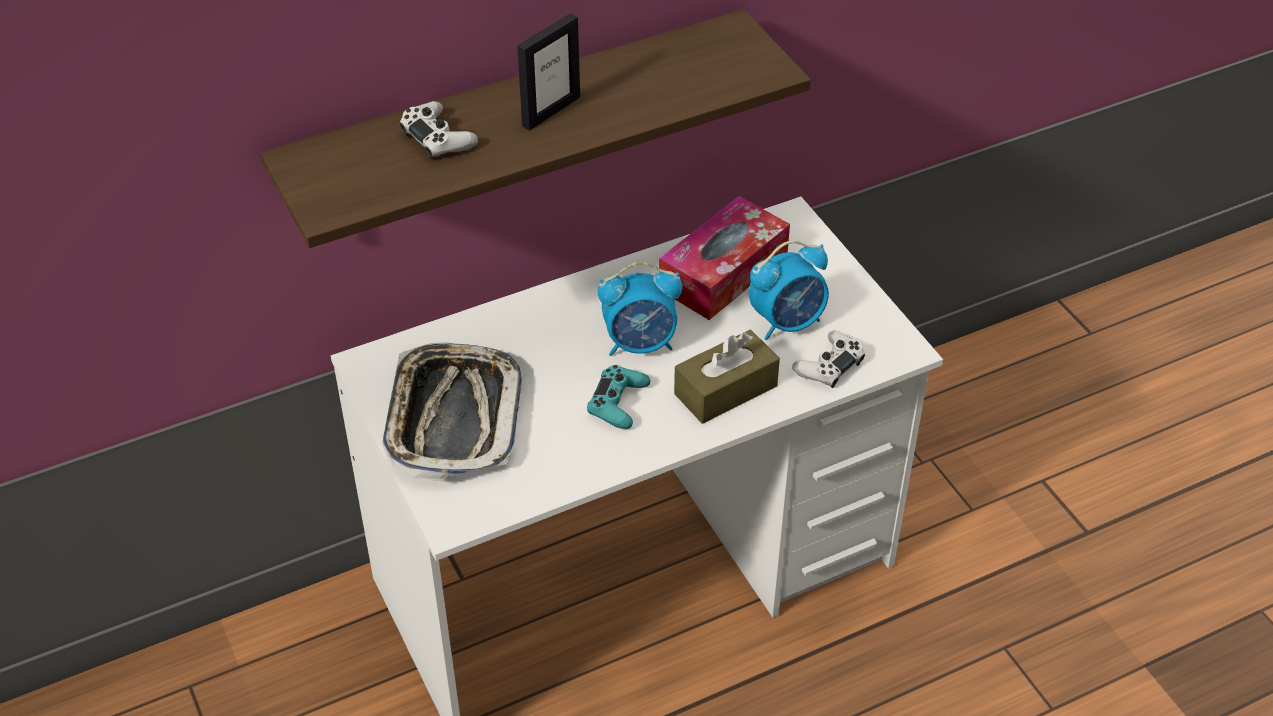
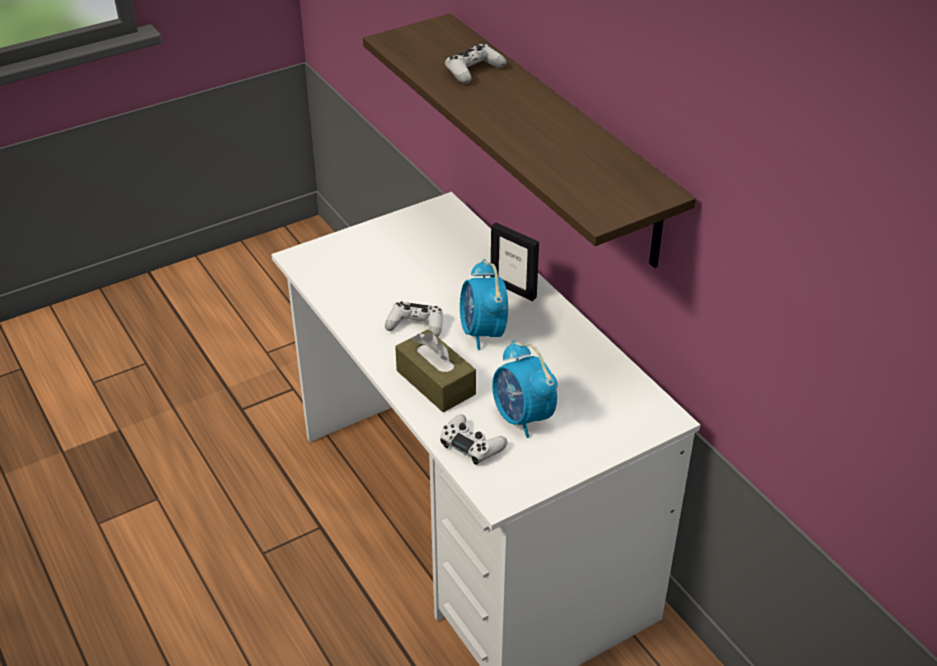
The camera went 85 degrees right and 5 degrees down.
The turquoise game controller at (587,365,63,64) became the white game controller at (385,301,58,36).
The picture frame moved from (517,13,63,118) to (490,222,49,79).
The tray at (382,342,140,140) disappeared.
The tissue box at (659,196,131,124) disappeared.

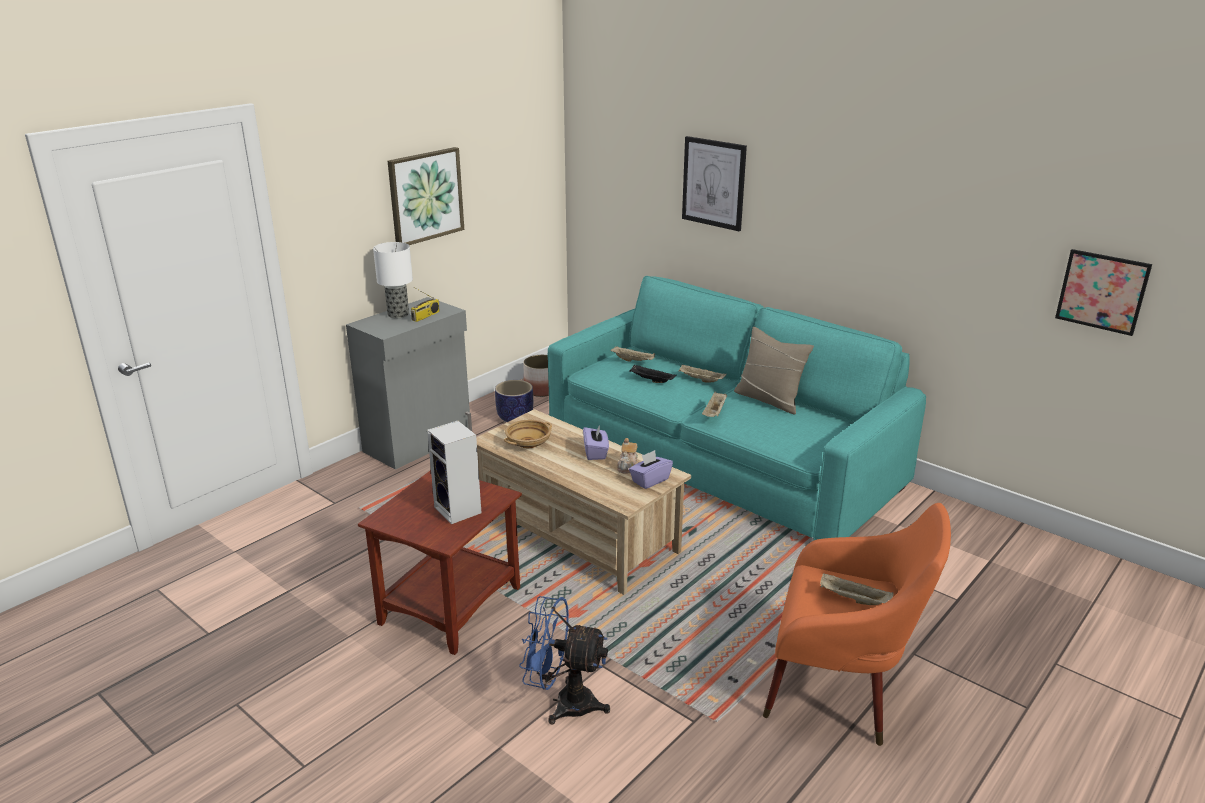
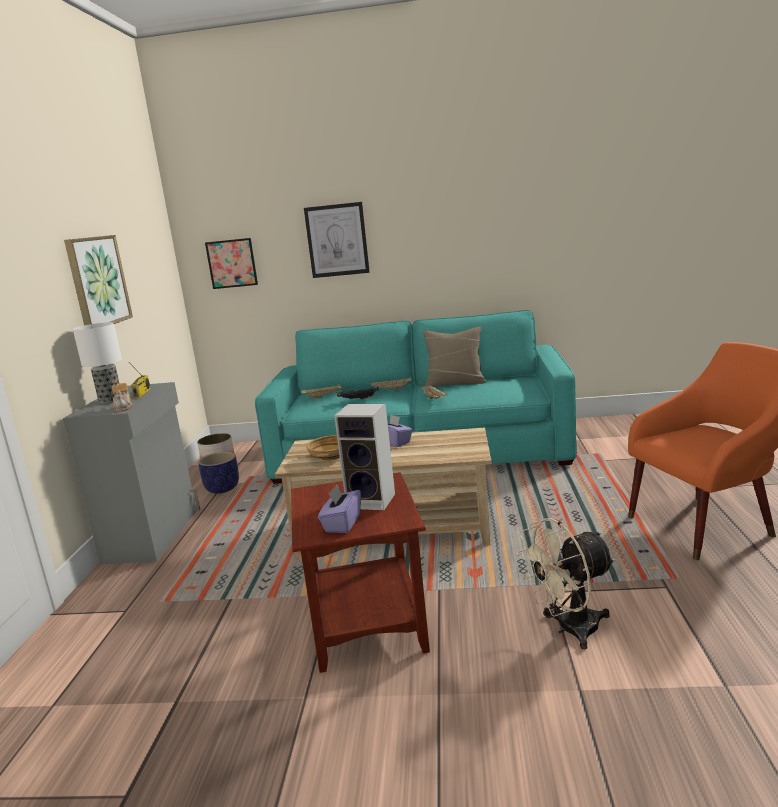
The camera went 35 degrees left and 10 degrees down.
The teapot moved from (617,438,21,36) to (112,380,22,32).
The picture moved from (1055,249,97,87) to (205,238,53,51).
The purple tissue box moved from (629,450,44,39) to (318,485,43,48).
The blue fan at (519,596,91,128) became the beige fan at (516,518,99,131).
The beige tray at (820,573,74,32) disappeared.

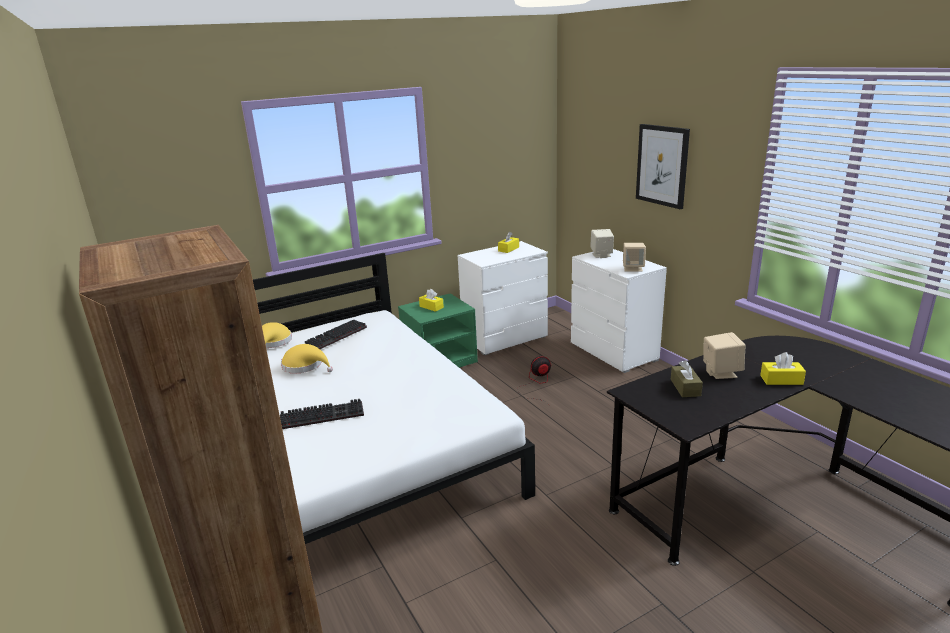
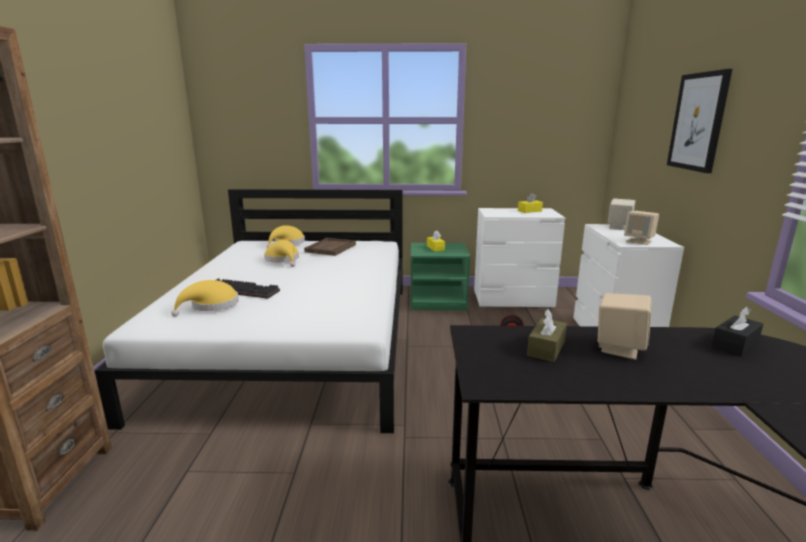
The camera went 30 degrees right and 5 degrees down.
The yellow hat at (171,280,68,37) appeared.
The keyboard at (305,320,62,29) was replaced by the brown tray at (304,238,52,18).
The black tissue box at (712,307,51,49) appeared.
The yellow tissue box at (760,352,46,33) disappeared.

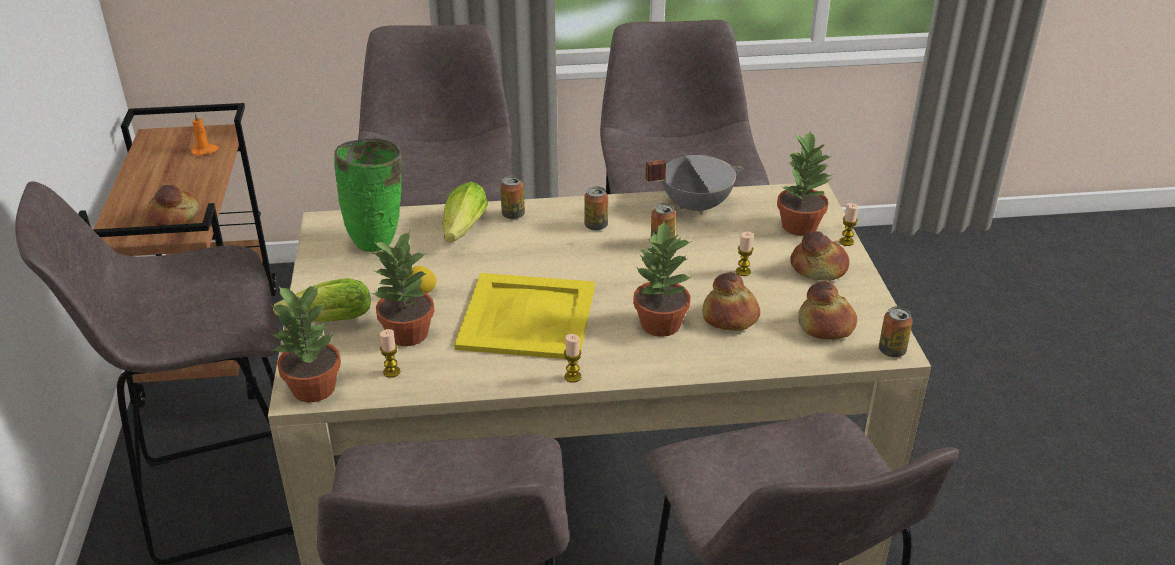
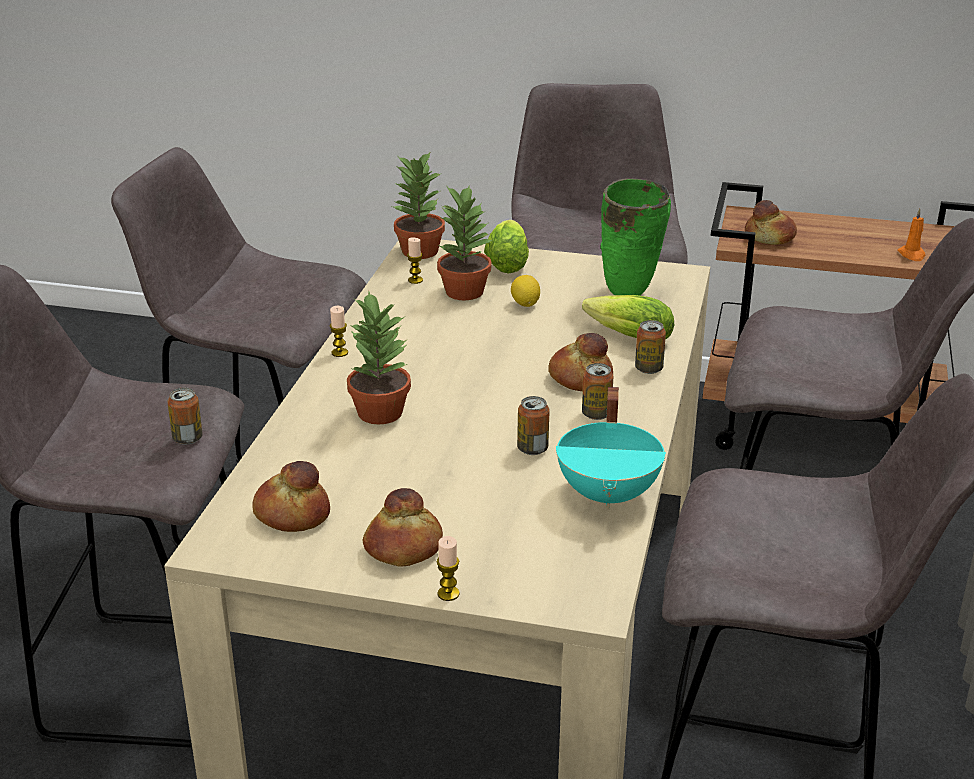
The camera went 110 degrees right and 5 degrees down.
The can moved from (879,306,34,51) to (167,388,36,57).
The bread moved from (702,272,58,59) to (548,333,65,58).
The grey cooking pot at (645,155,98,60) became the turquoise cooking pot at (556,387,110,122).
The yellow tray at (454,273,141,86) disappeared.
The candle at (736,232,17,44) disappeared.
The potted plant at (777,130,55,106) disappeared.

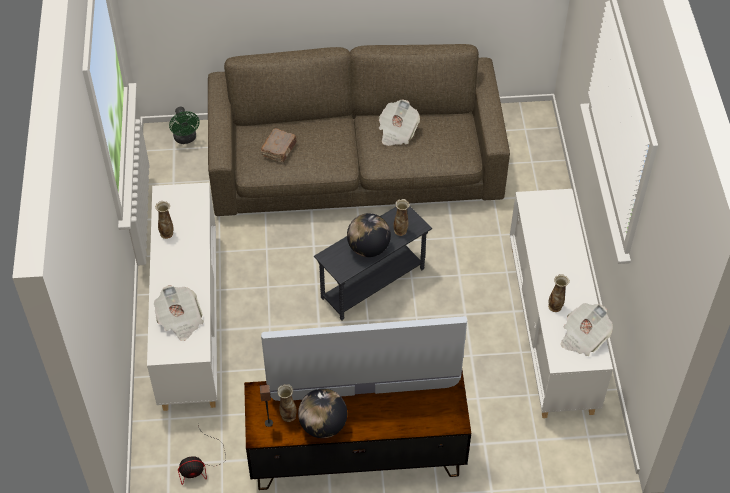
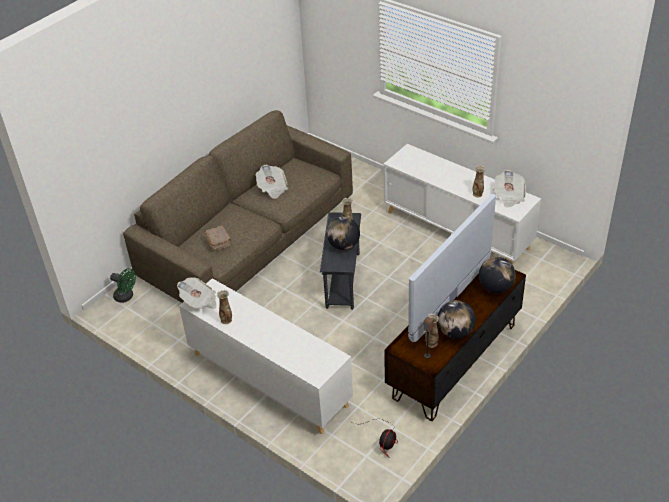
The camera went 45 degrees left and 10 degrees down.
The newspaper moved from (154,285,50,56) to (177,277,39,32).
The globe at (479,257,37,36) appeared.

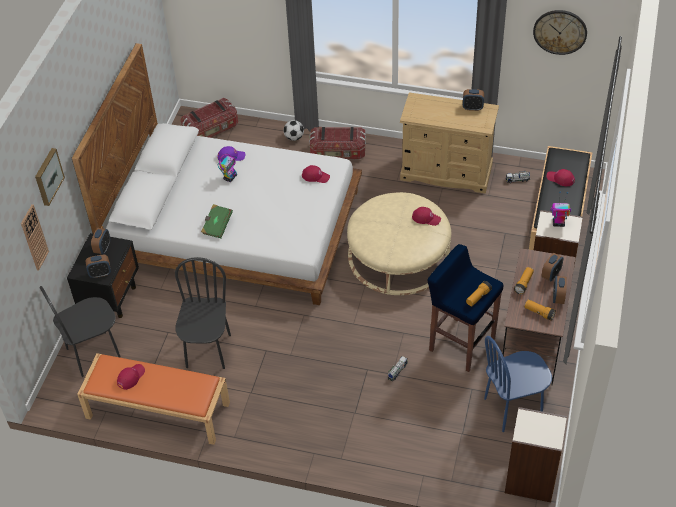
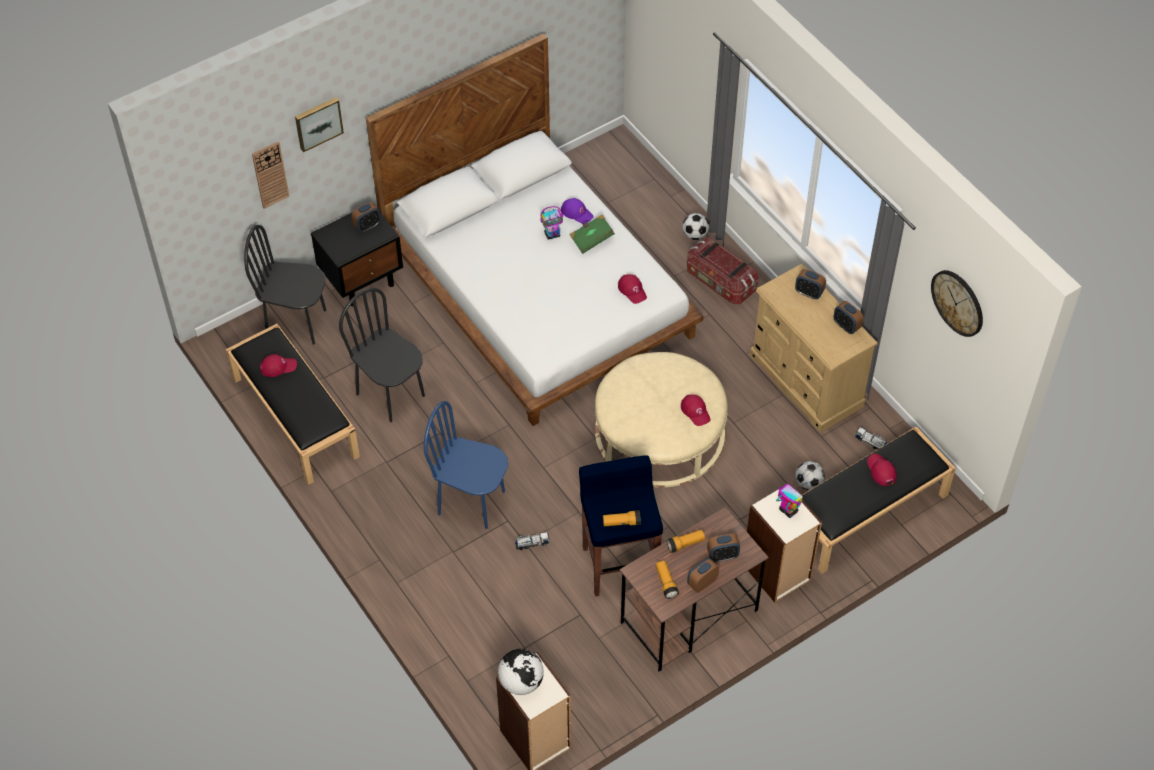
The camera went 40 degrees right and 5 degrees up.
The orange bench at (77,353,153,92) became the black bench at (226,324,134,161).
The black chair at (175,257,56,112) turned 90 degrees counterclockwise.
The blue chair moved from (484,336,68,96) to (424,401,84,128).
The globe at (498,649,46,46) appeared.
The green book moved from (201,204,32,35) to (570,215,45,39).
The alarm clock moved from (86,255,25,23) to (795,269,31,30).
The football at (795,461,30,29) appeared.
The storage box at (180,98,58,40) disappeared.

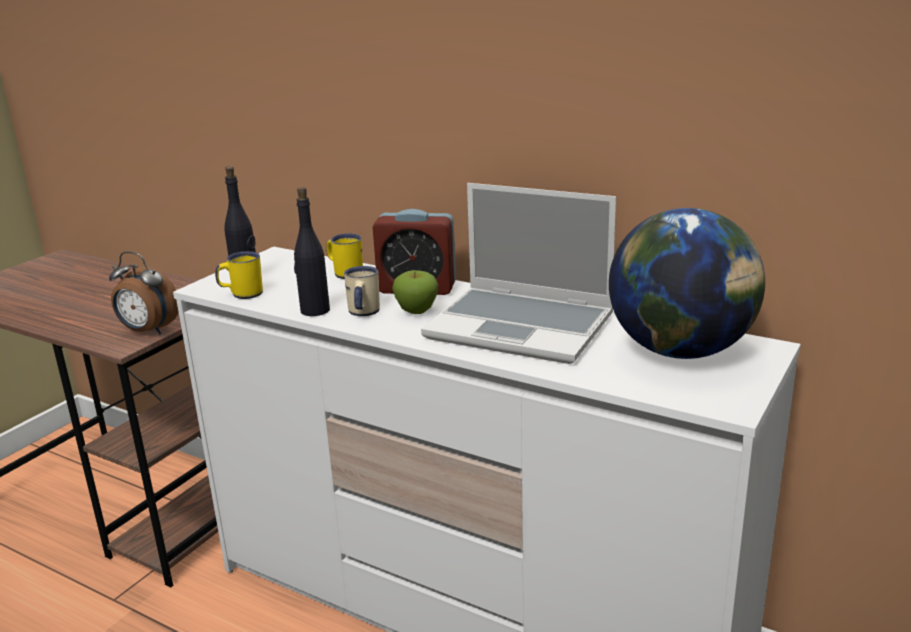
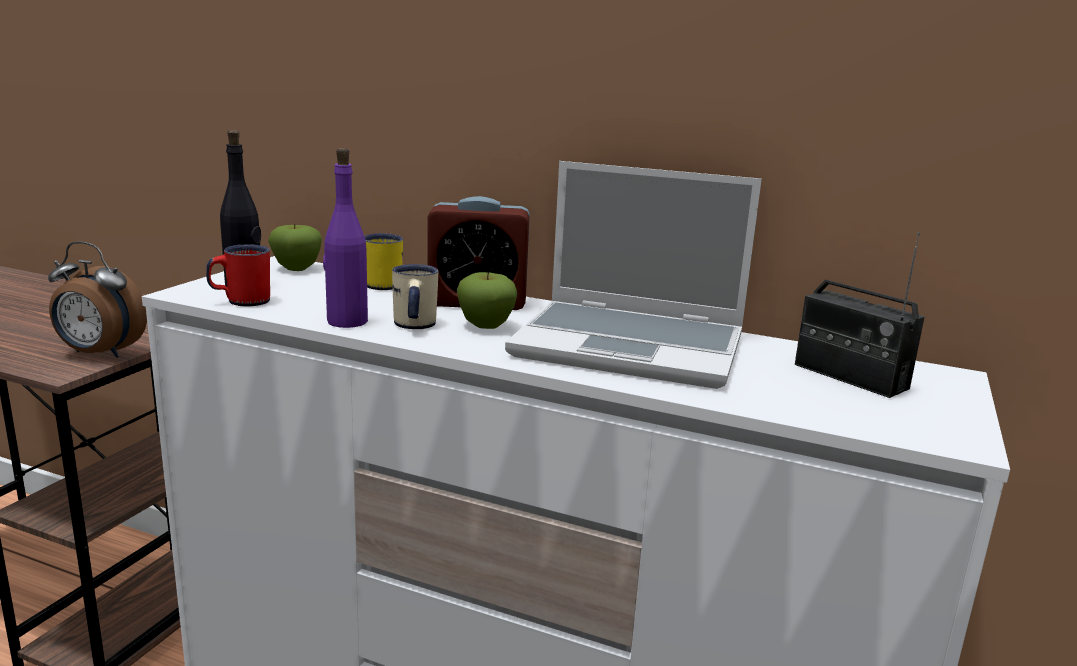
The camera went 10 degrees left and 5 degrees down.
The yellow mug at (215,251,48,48) became the red mug at (206,244,64,63).
The apple at (268,224,54,47) appeared.
The black bottle at (294,187,36,129) became the purple bottle at (323,148,45,180).
The globe at (609,208,156,151) was replaced by the radio at (795,232,129,166).

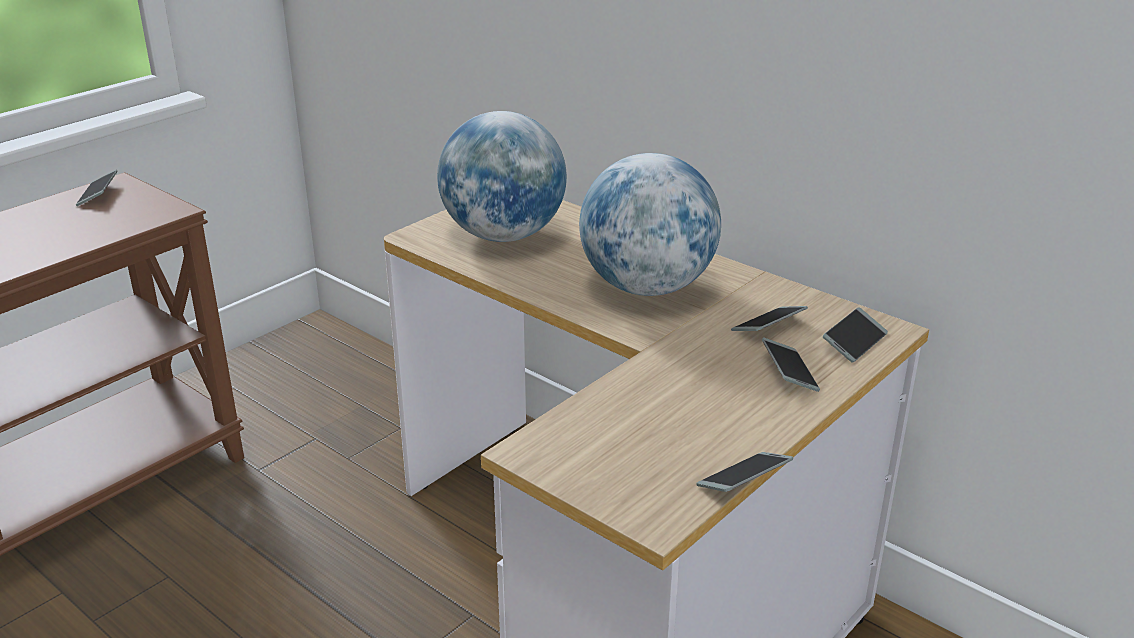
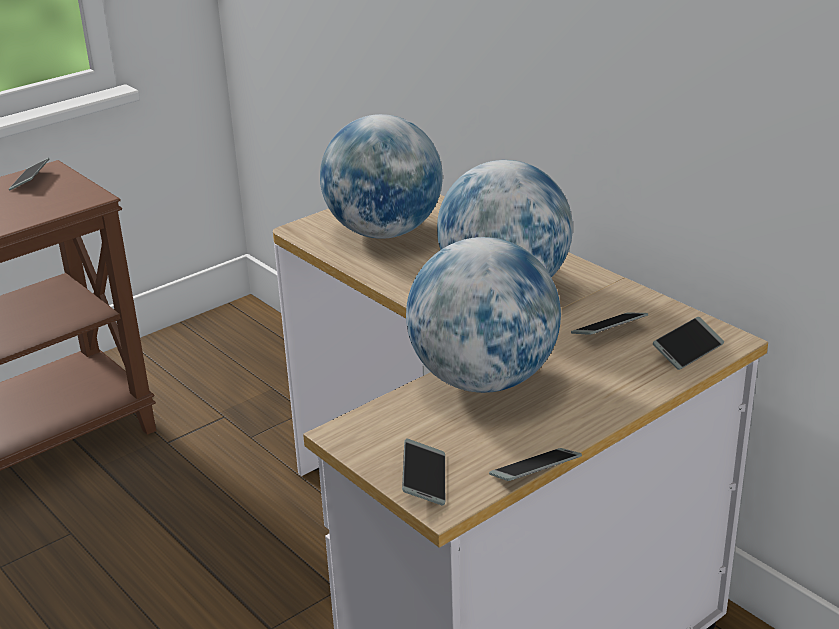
The camera went 10 degrees right and 0 degrees up.
The phone moved from (762,337,58,55) to (402,438,43,68).
The globe at (406,237,155,156) appeared.

